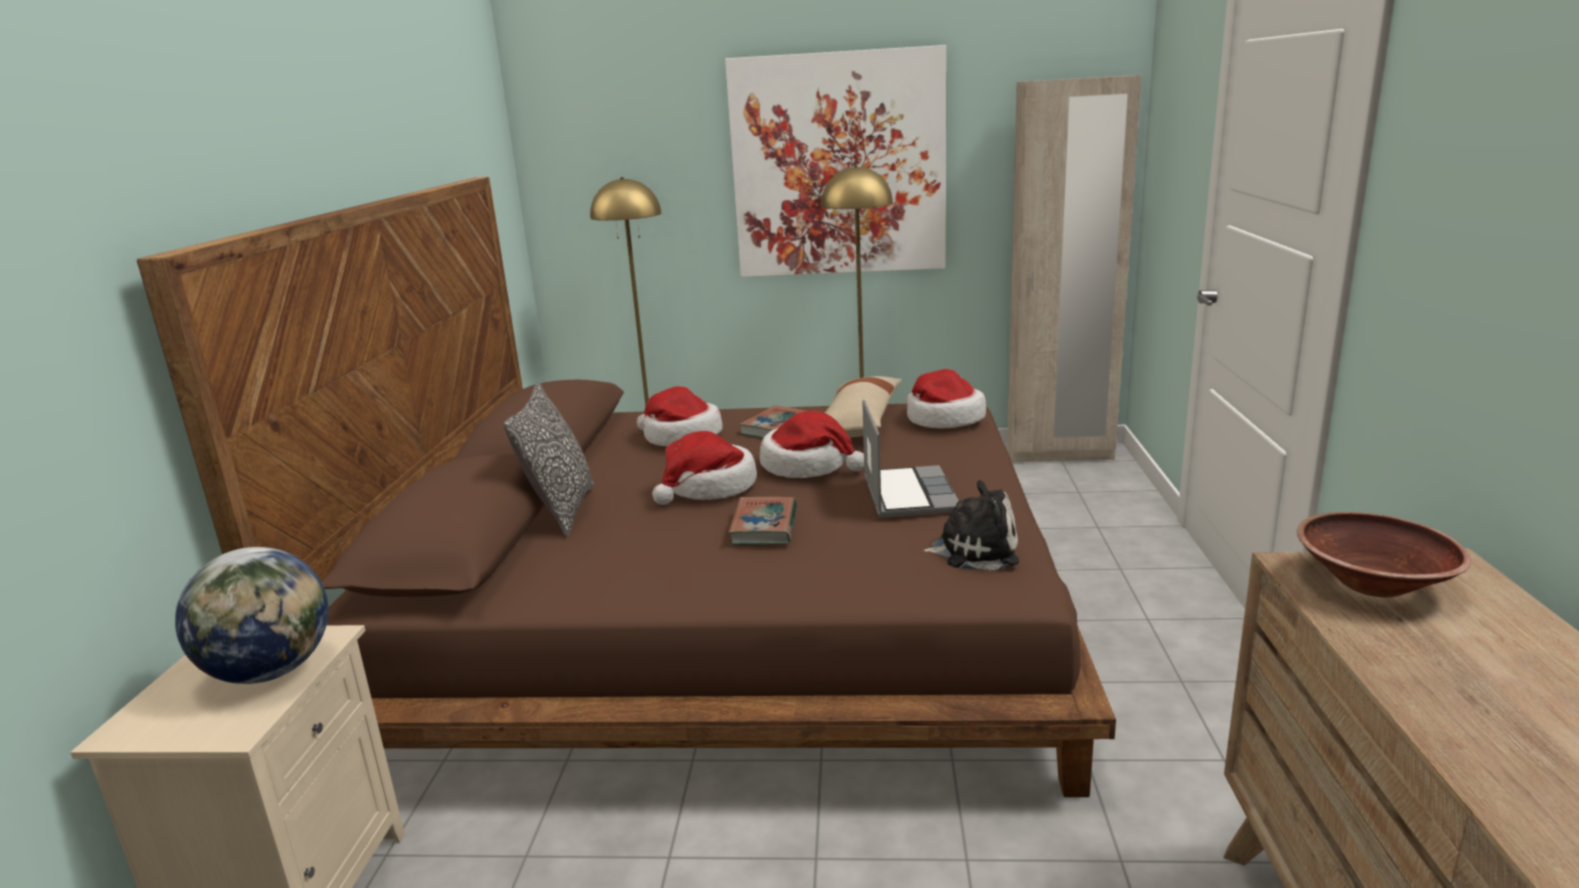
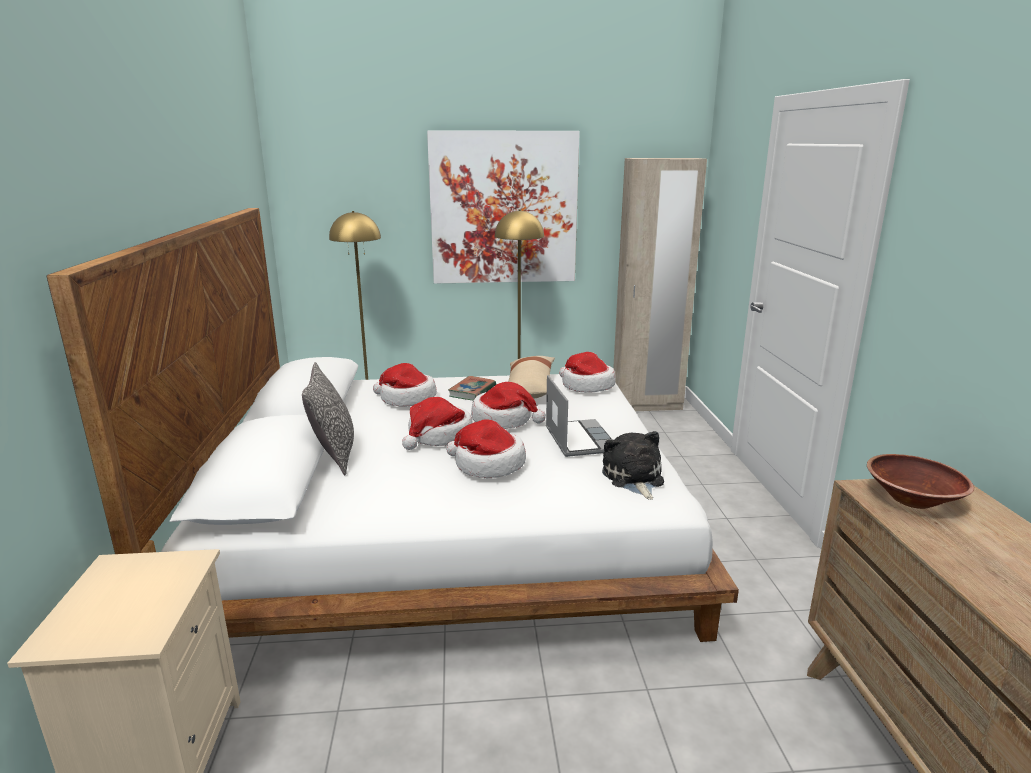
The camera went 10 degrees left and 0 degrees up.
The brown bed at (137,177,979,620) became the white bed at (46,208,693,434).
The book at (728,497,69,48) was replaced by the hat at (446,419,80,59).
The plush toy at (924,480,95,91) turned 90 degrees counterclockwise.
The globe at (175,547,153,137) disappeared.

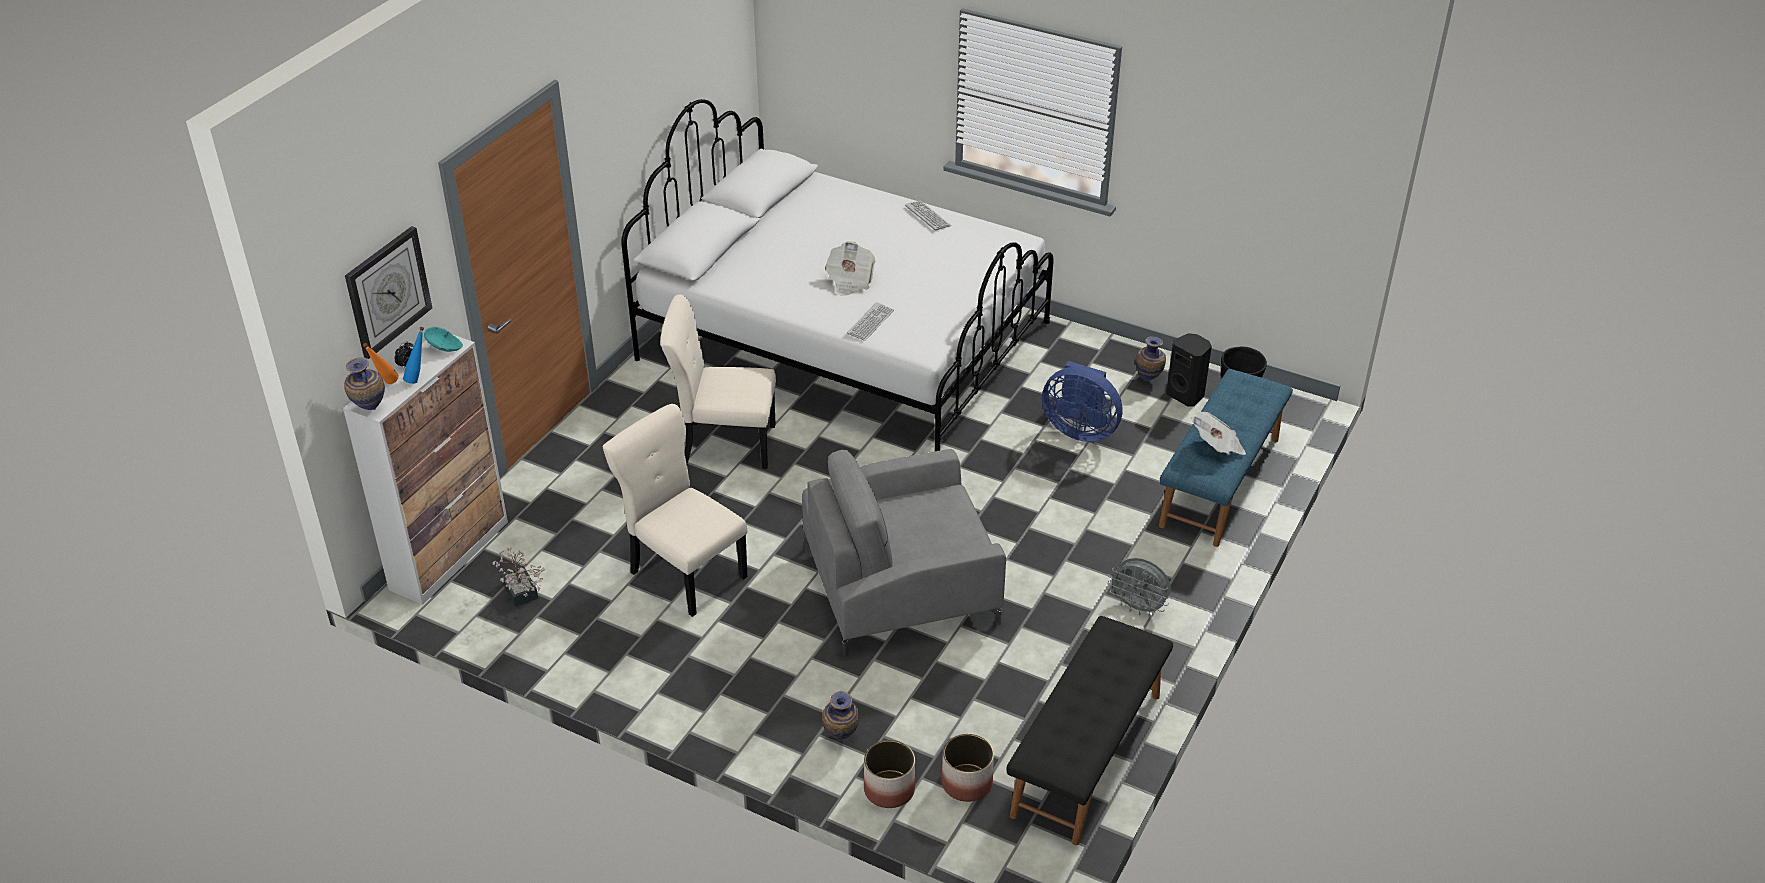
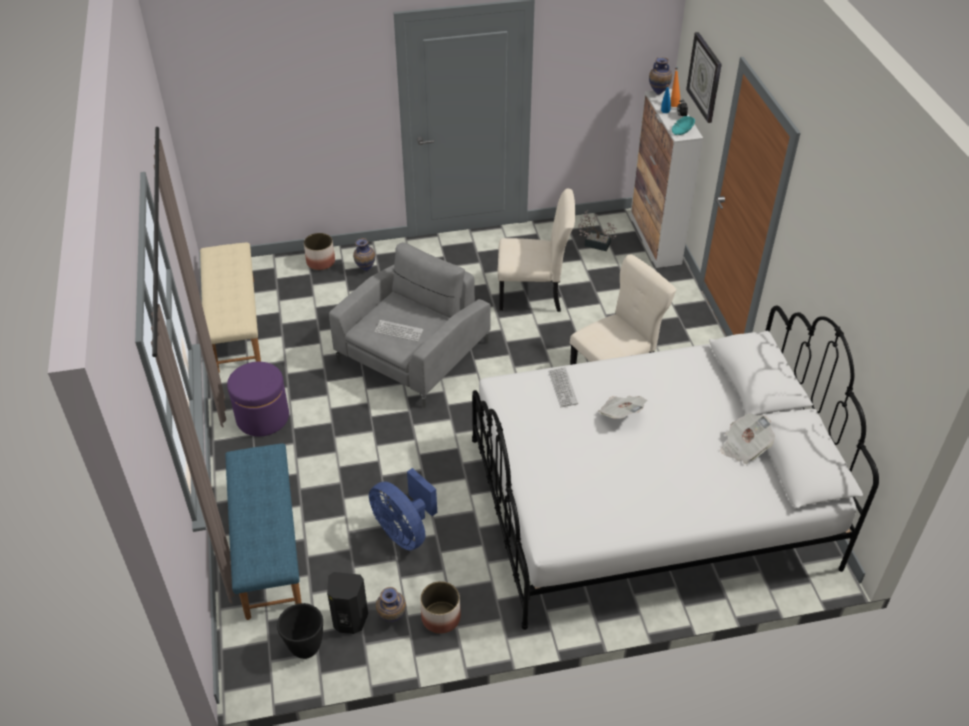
The camera went 140 degrees right and 5 degrees up.
The black bench at (1007,616,166,229) became the beige bench at (200,242,61,131).
The grey fan at (1107,558,64,58) was replaced by the purple ottoman at (227,362,62,74).
The blue fan at (1042,361,80,81) turned 120 degrees counterclockwise.
The keyboard moved from (905,201,46,30) to (375,320,48,22).
The planter moved from (942,734,52,68) to (420,581,41,53).
The newspaper moved from (1191,412,55,43) to (720,413,55,51).

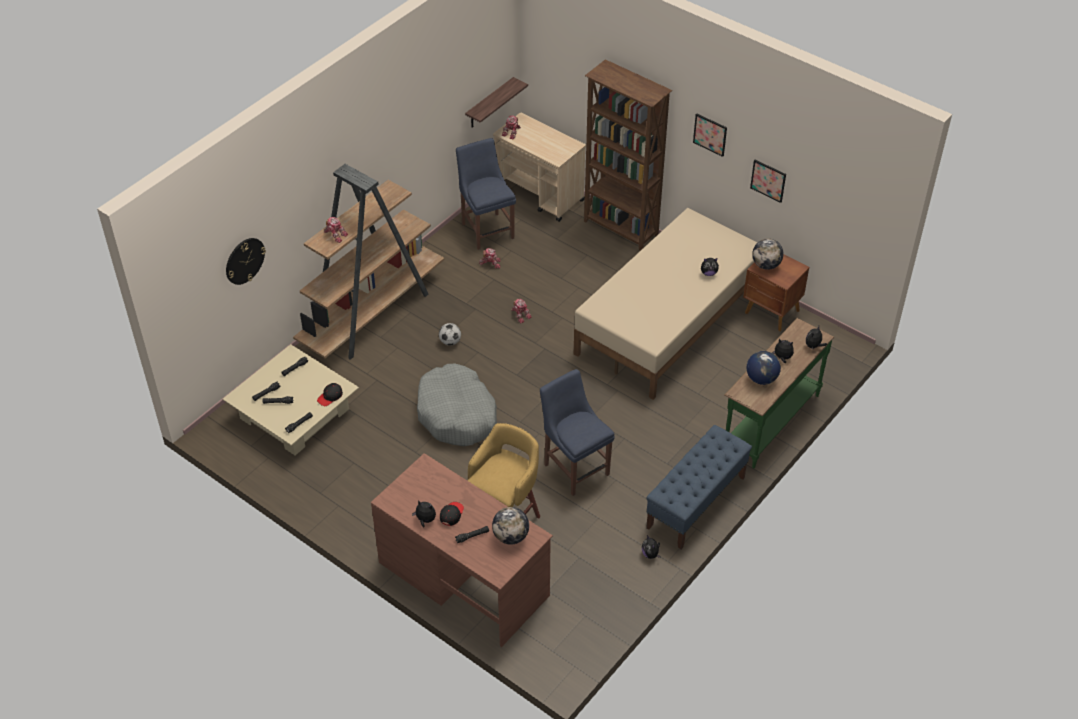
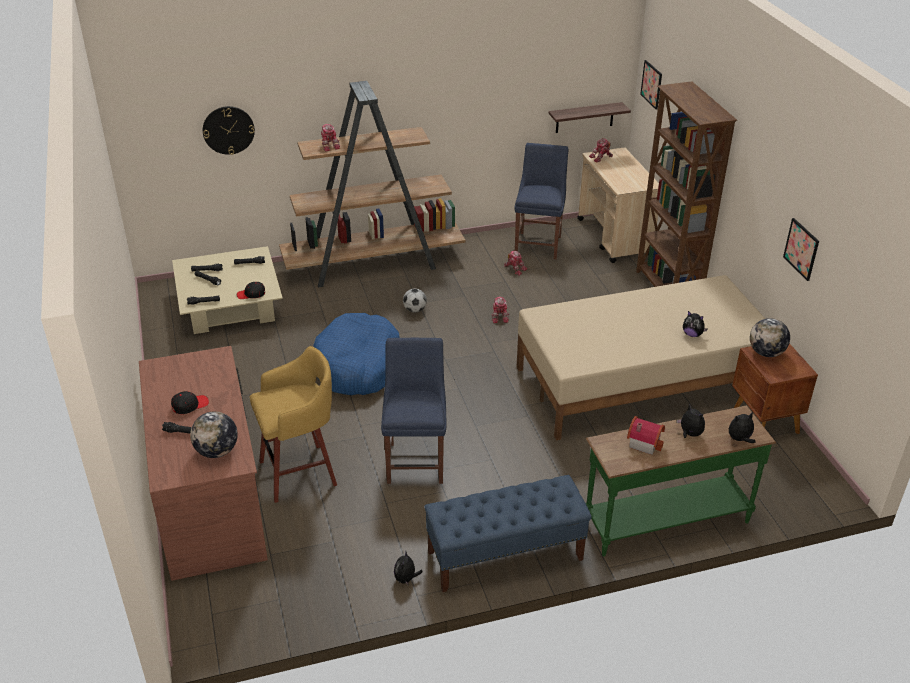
The camera went 35 degrees right and 10 degrees down.
The grey dog bed at (417,364,80,82) became the blue dog bed at (313,313,87,82).
The globe at (746,351,35,34) was replaced by the toy house at (627,416,38,39).
The picture moved from (693,113,34,44) to (640,60,22,49).
The plush toy at (412,500,24,28) disappeared.

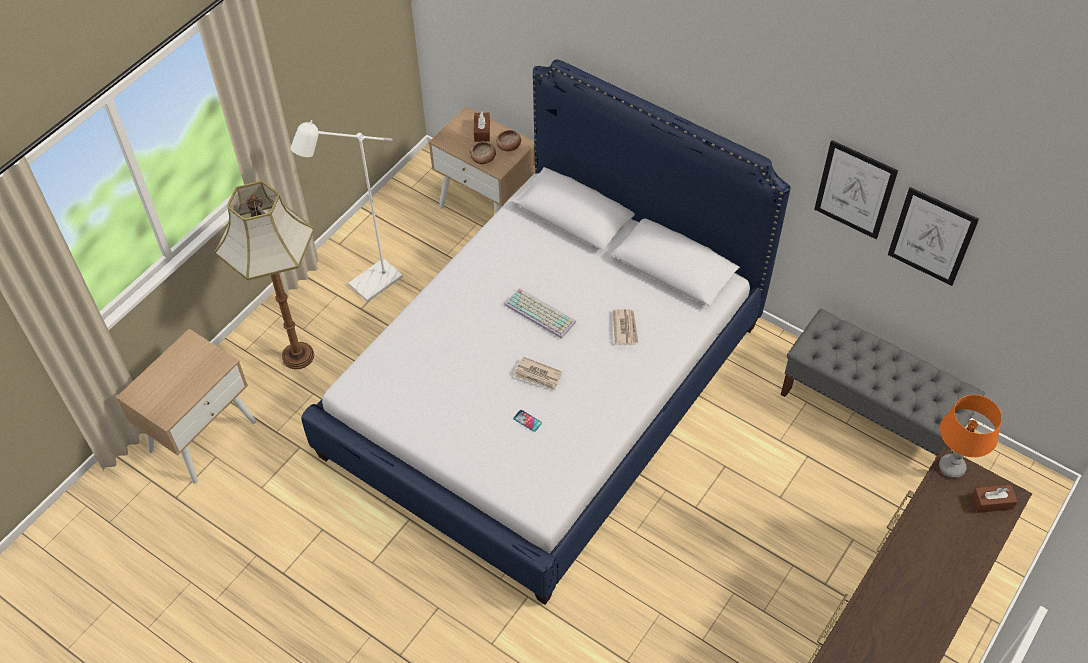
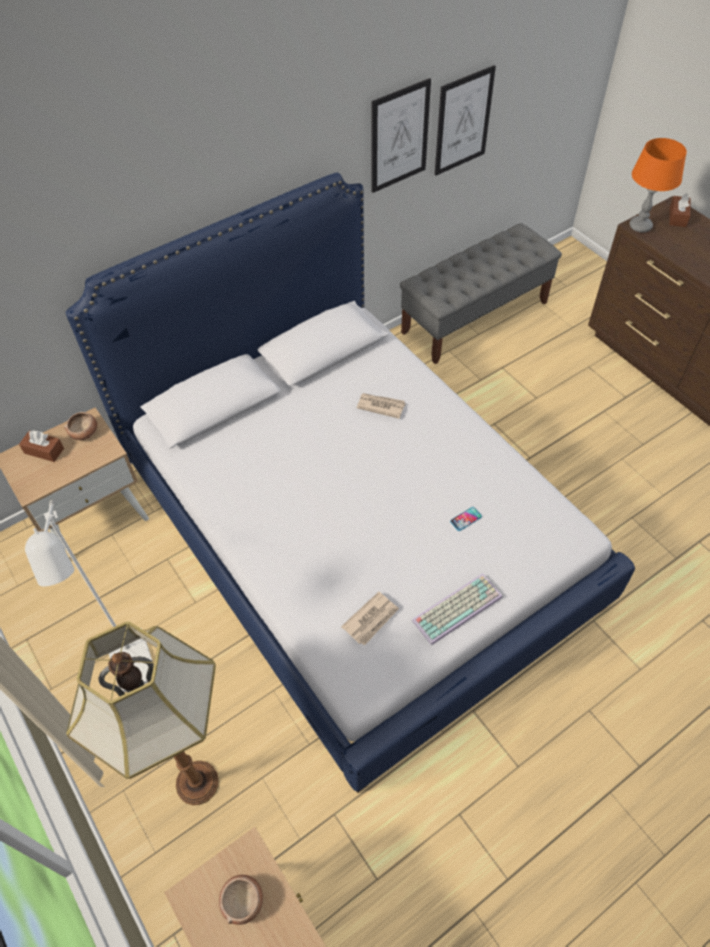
The camera went 70 degrees left and 0 degrees up.
The bowl moved from (470,141,26,23) to (219,875,44,49).
The newspaper moved from (514,357,48,33) to (341,592,58,54).
The keyboard moved from (504,288,72,51) to (412,573,91,72).

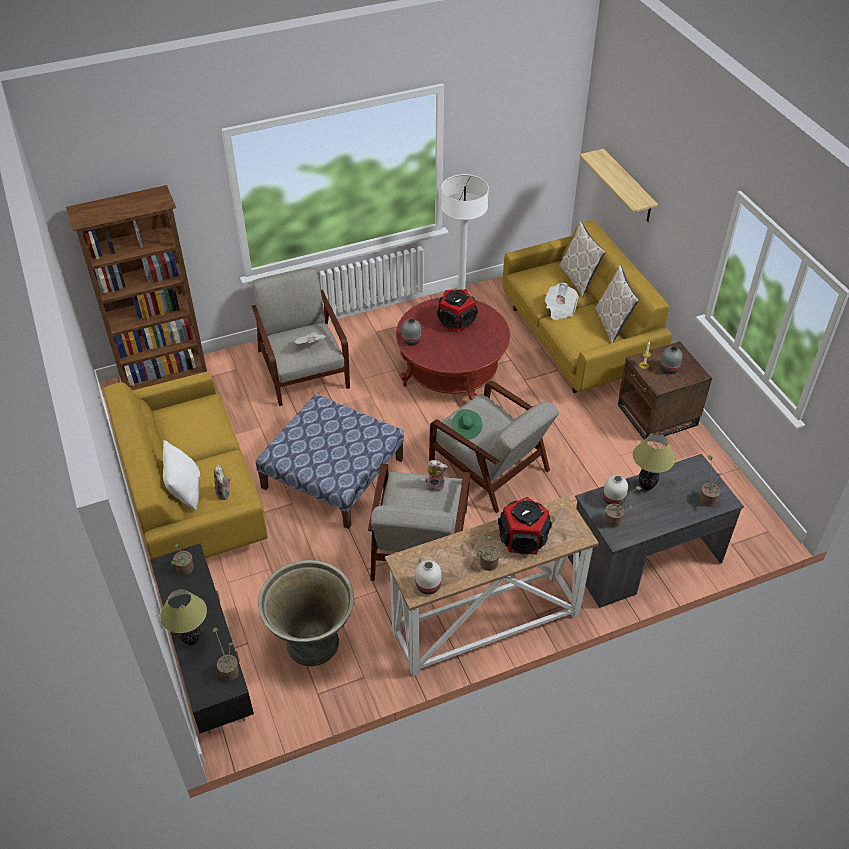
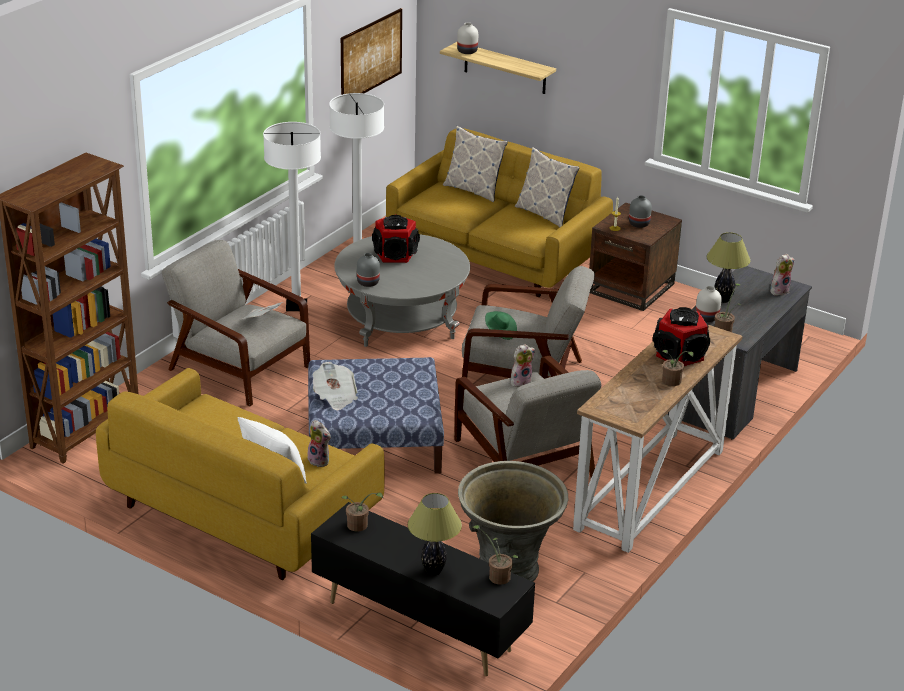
The camera went 35 degrees left and 15 degrees down.
The white floor lamp at (263,122,58,189) appeared.
The newspaper moved from (545,283,34,37) to (313,362,45,48).
The red coffee table at (396,297,114,104) became the grey coffee table at (334,234,136,113).
The picture at (341,8,61,87) appeared.
The white vase moved from (415,560,26,35) to (457,22,21,32).
The potted plant at (699,455,23,52) was replaced by the plush toy at (770,254,25,42).

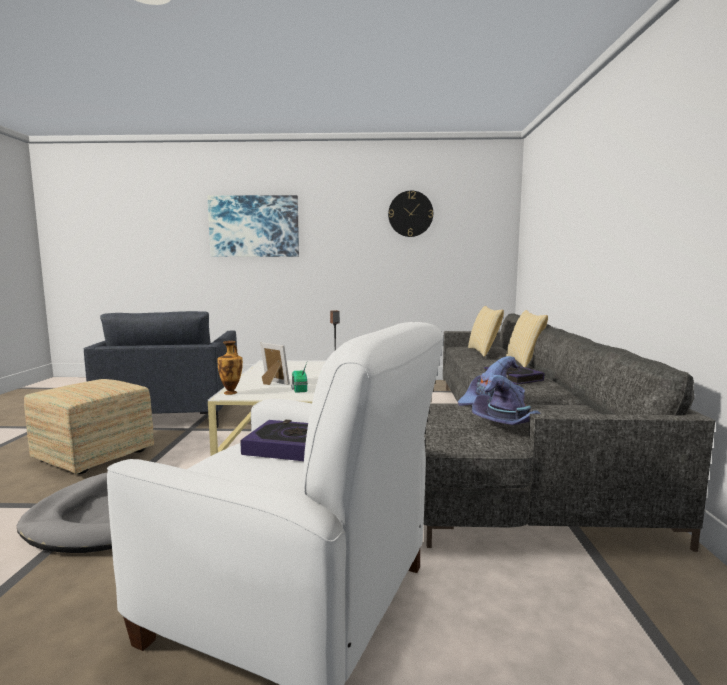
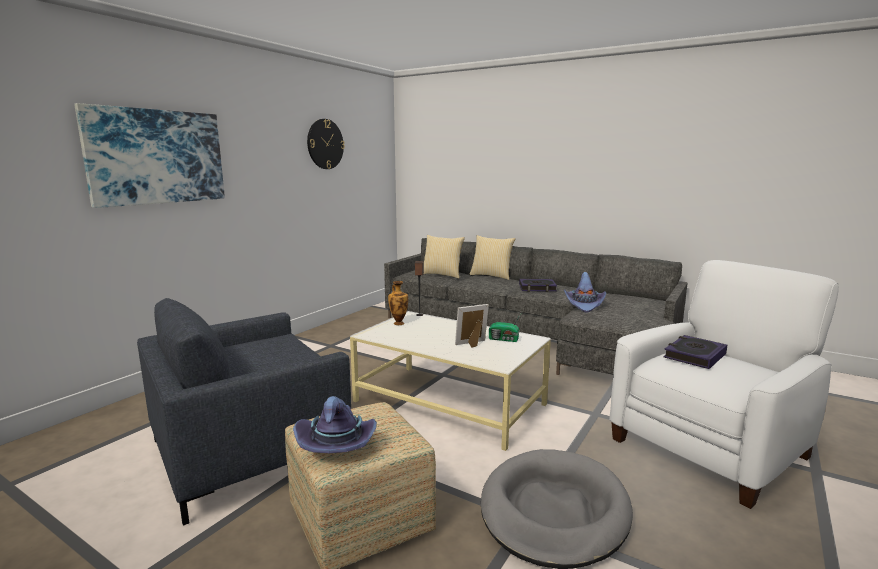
The camera went 60 degrees left and 5 degrees up.
The grey armchair at (84,311,153,117) turned 120 degrees clockwise.
The purple hat moved from (472,375,69,50) to (293,396,84,57).
The vase moved from (218,341,25,54) to (388,281,20,44).

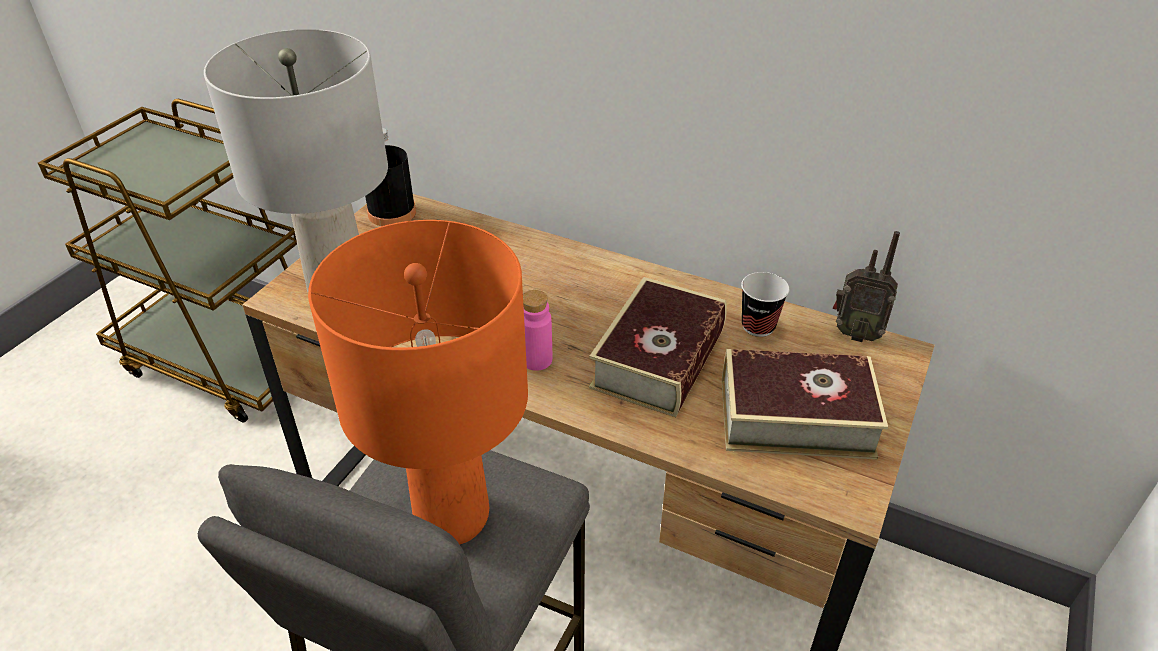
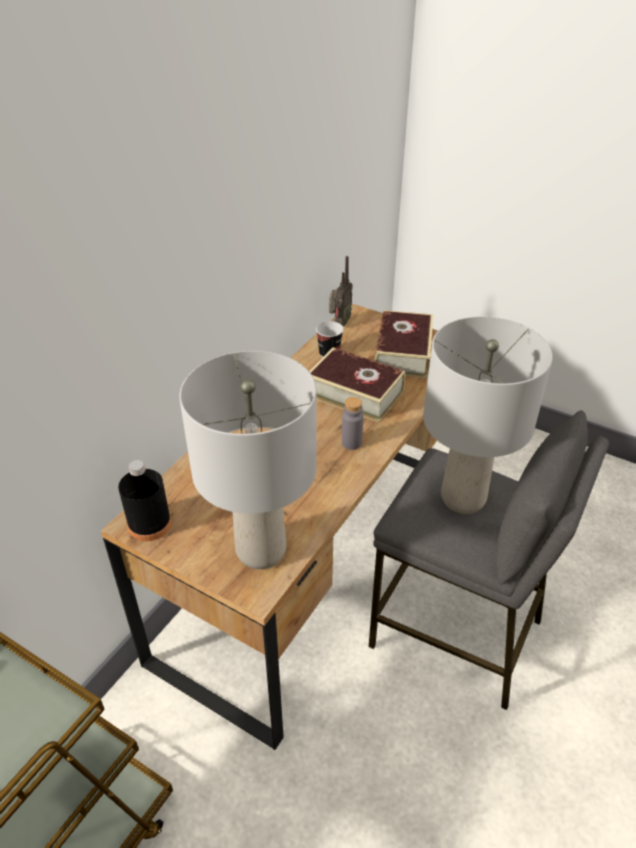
The camera went 85 degrees left and 0 degrees up.
The pink bottle at (523,290,29,81) became the grey bottle at (342,397,22,53).
The orange table lamp at (308,220,220,324) became the grey table lamp at (423,317,130,197).

